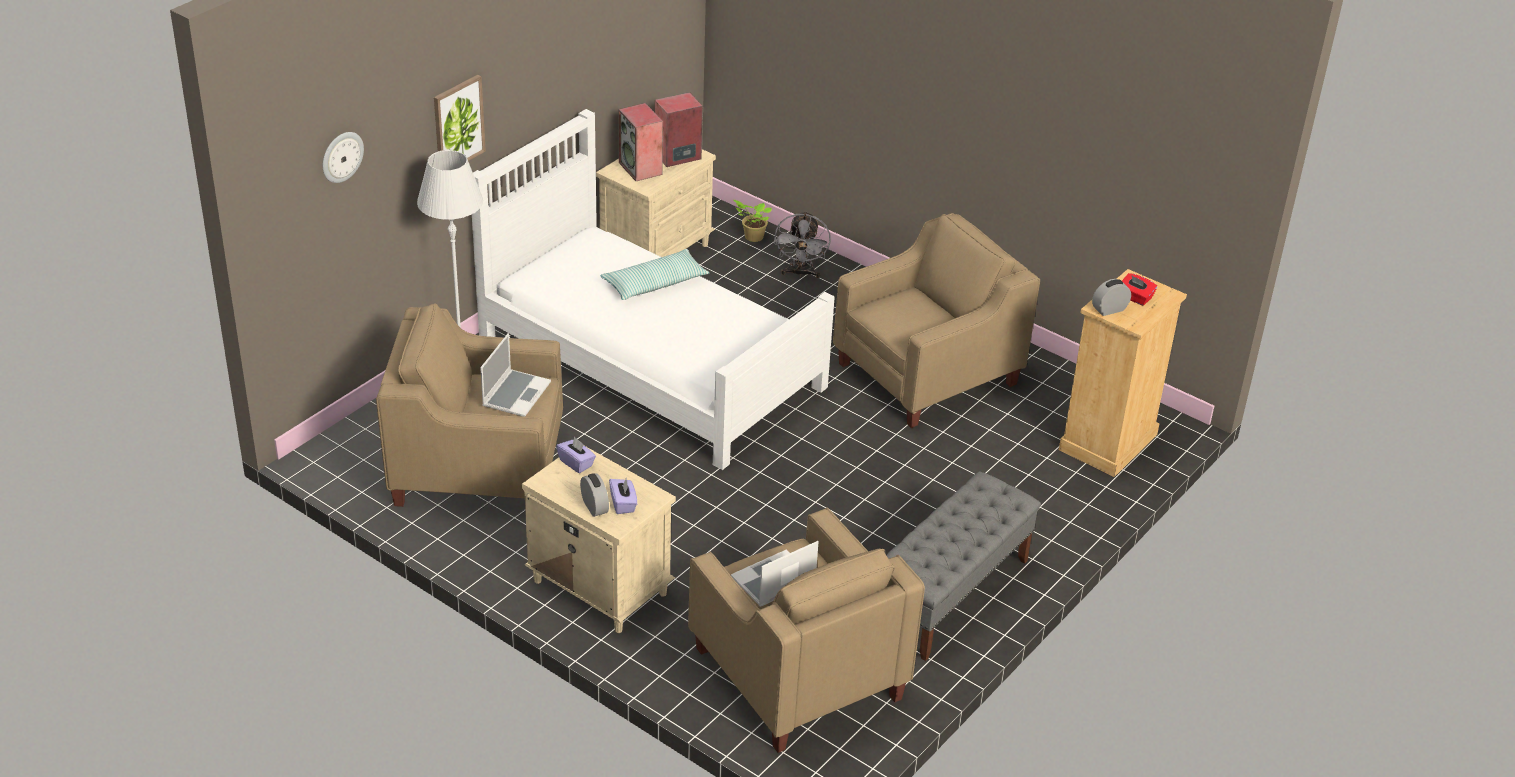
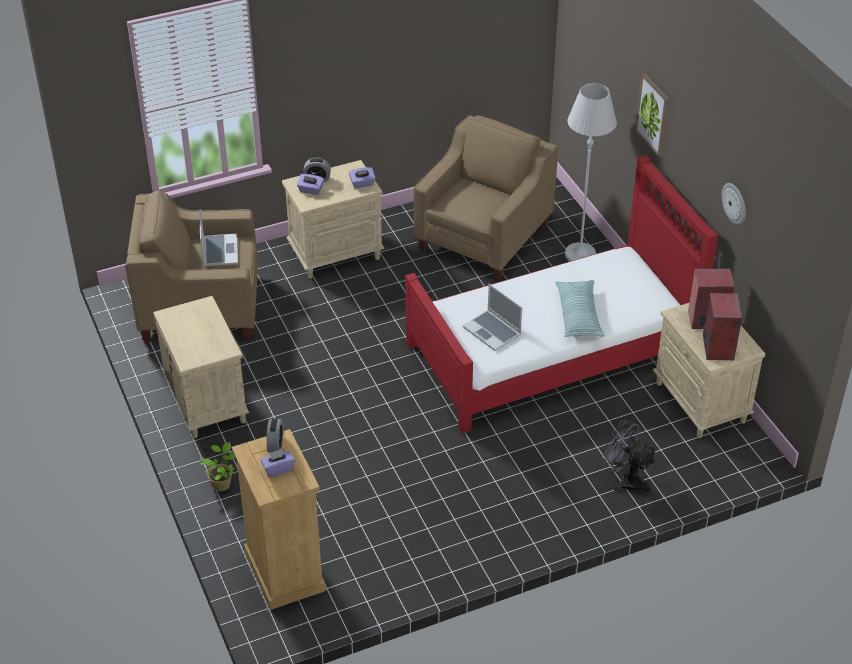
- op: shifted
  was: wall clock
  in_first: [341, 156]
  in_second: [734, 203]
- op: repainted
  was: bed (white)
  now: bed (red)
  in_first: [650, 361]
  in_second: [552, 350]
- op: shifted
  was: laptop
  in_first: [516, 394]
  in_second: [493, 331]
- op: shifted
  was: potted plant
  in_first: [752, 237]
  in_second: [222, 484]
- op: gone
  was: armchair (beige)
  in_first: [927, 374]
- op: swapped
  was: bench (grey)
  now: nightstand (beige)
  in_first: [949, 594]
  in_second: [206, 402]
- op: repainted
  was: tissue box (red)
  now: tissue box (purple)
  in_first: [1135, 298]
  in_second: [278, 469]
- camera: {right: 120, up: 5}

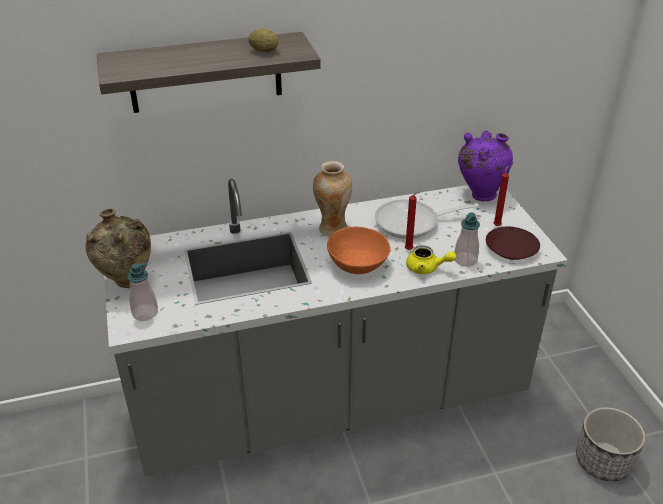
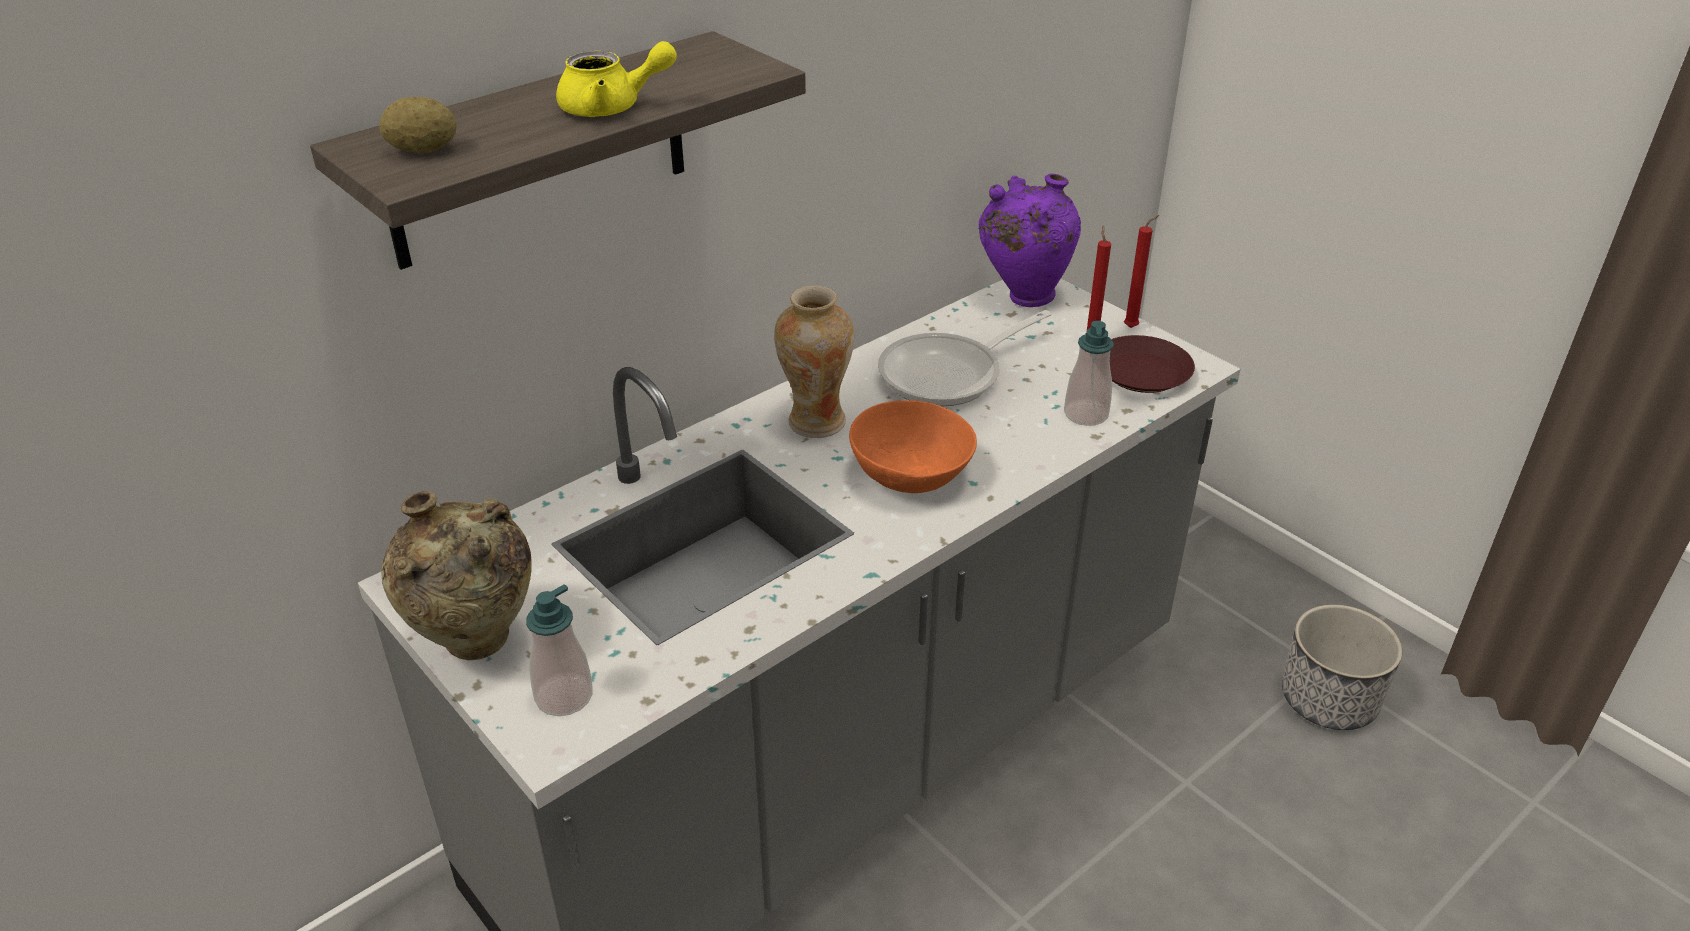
- op: shifted
  was: potato
  in_first: [264, 51]
  in_second: [423, 150]
- op: shifted
  was: candle (red)
  in_first: [410, 250]
  in_second: [1133, 327]
- op: shifted
  was: teapot (yellow)
  in_first: [426, 268]
  in_second: [612, 107]
- camera: {right: -25, up: 0}

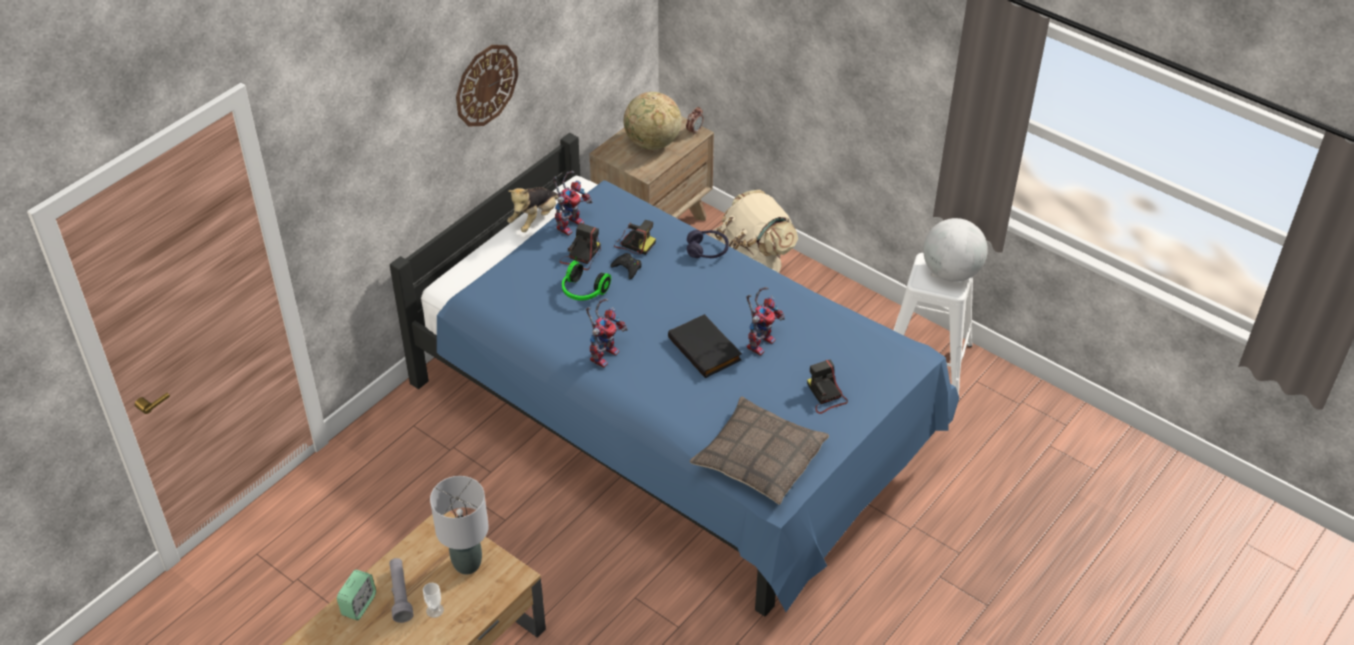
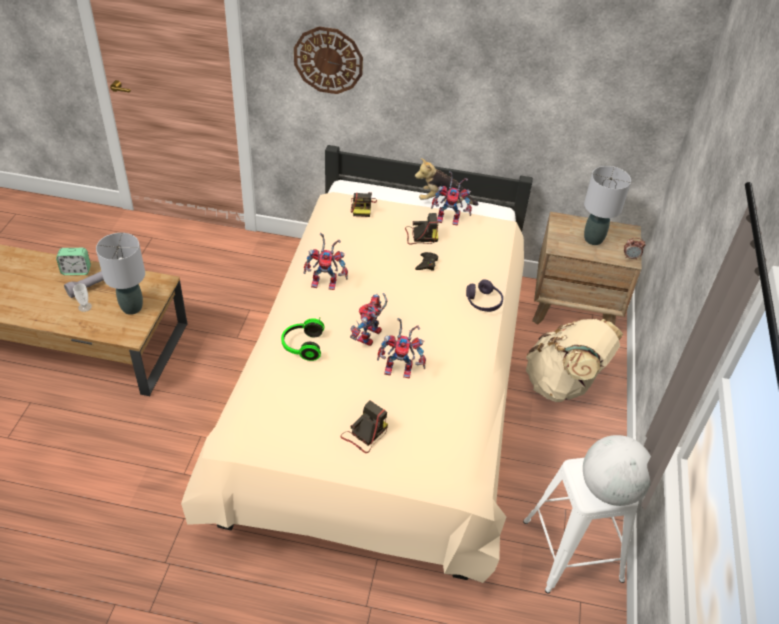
- op: repainted
  was: bed (blue)
  now: bed (beige)
  in_first: [675, 424]
  in_second: [382, 397]
- op: shifted
  was: wall clock
  in_first: [486, 85]
  in_second: [328, 60]
- op: shifted
  was: headphones
  in_first: [583, 292]
  in_second: [302, 346]
- op: shifted
  was: photo camera
  in_first: [634, 243]
  in_second: [362, 207]
- op: swapped
  was: globe
  now: table lamp (grey)
  in_first: [652, 143]
  in_second: [593, 239]
- op: swapped
  was: book (black)
  now: toy robot
  in_first: [706, 349]
  in_second: [369, 338]
- op: gone
  was: pillow
  in_first: [759, 459]
- camera: {right: 60, up: 0}

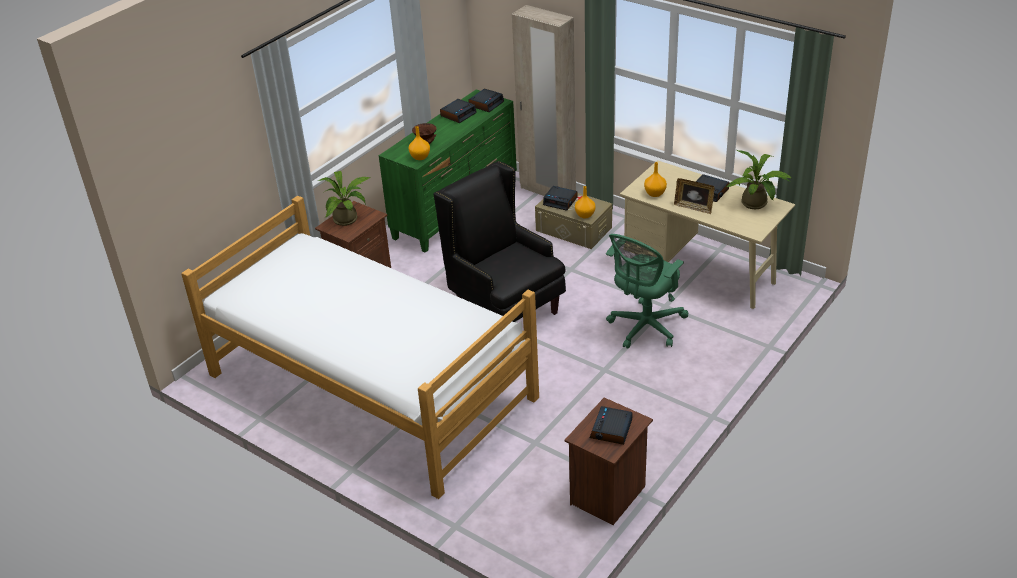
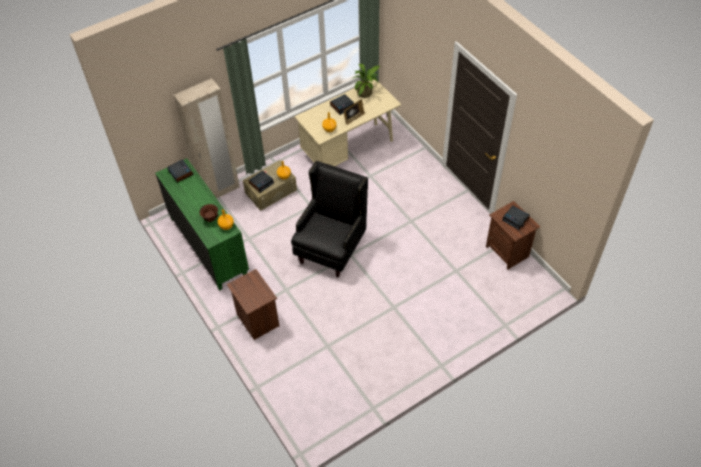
- op: gone
  was: bed
  in_first: [371, 385]
- op: gone
  was: potted plant
  in_first: [348, 219]
- op: rotated
  was: armchair (black)
  in_first: [505, 308]
  in_second: [331, 249]
  clockwise: 135
- op: gone
  was: alarm clock
  in_first: [458, 114]
- op: gone
  was: office chair (green)
  in_first: [644, 328]
- camera: {right: -70, up: 15}

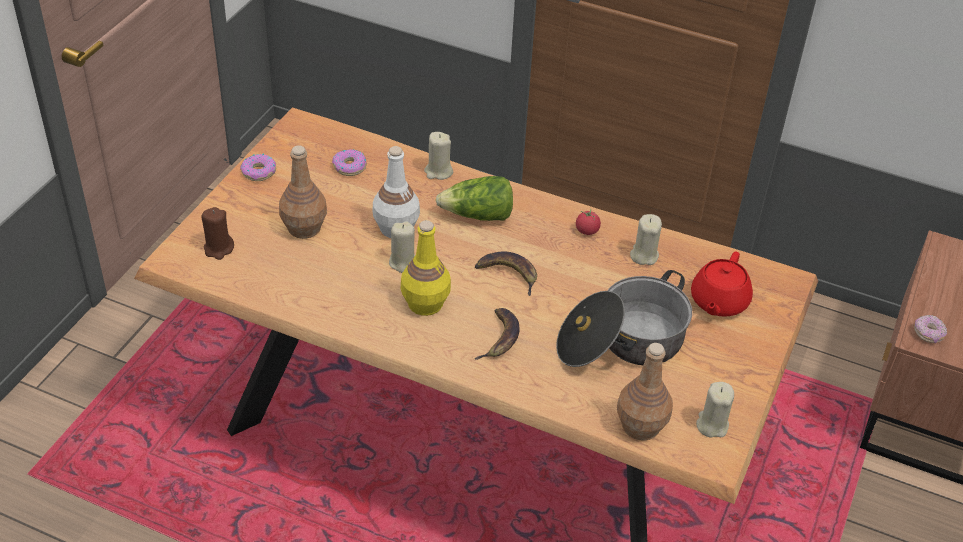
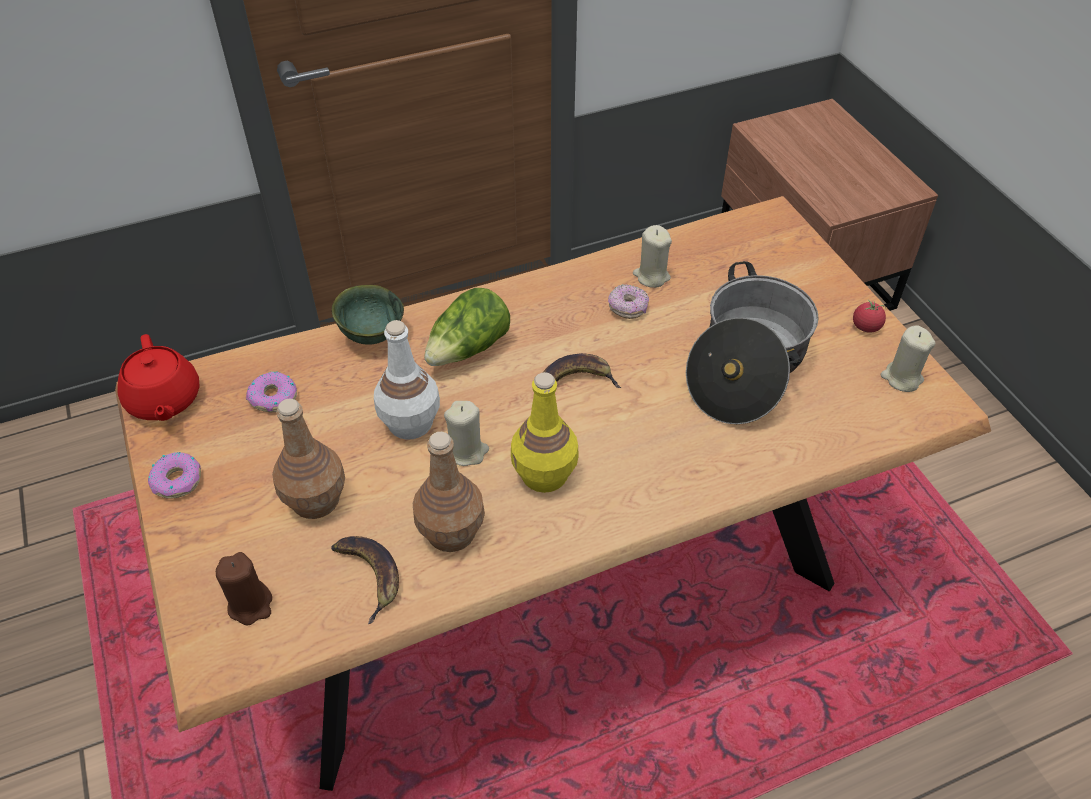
- op: swapped
  was: candle (beige)
  now: bowl (green)
  in_first: [438, 172]
  in_second: [371, 335]
- op: shifted
  was: banana
  in_first: [500, 338]
  in_second: [369, 575]
- op: shifted
  was: tomato
  in_first: [587, 231]
  in_second: [866, 326]
- op: shifted
  was: bottle (brown)
  in_first: [641, 425]
  in_second: [451, 531]
- op: shifted
  was: teapot (red)
  in_first: [718, 302]
  in_second: [164, 400]
- op: shifted
  was: donut
  in_first: [928, 334]
  in_second: [627, 308]
- camera: {right: -45, up: 5}

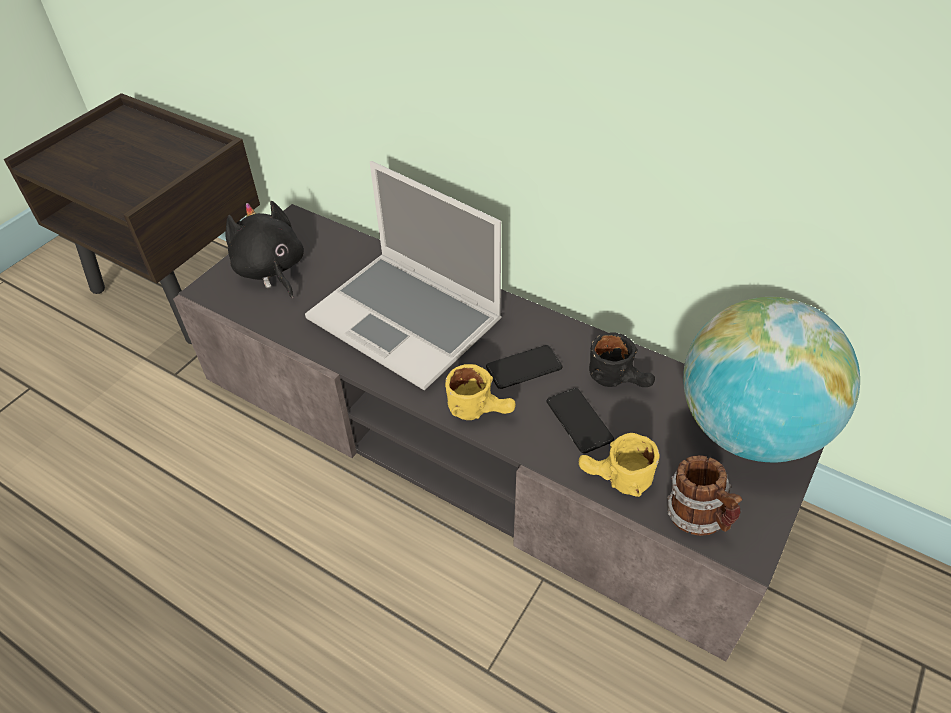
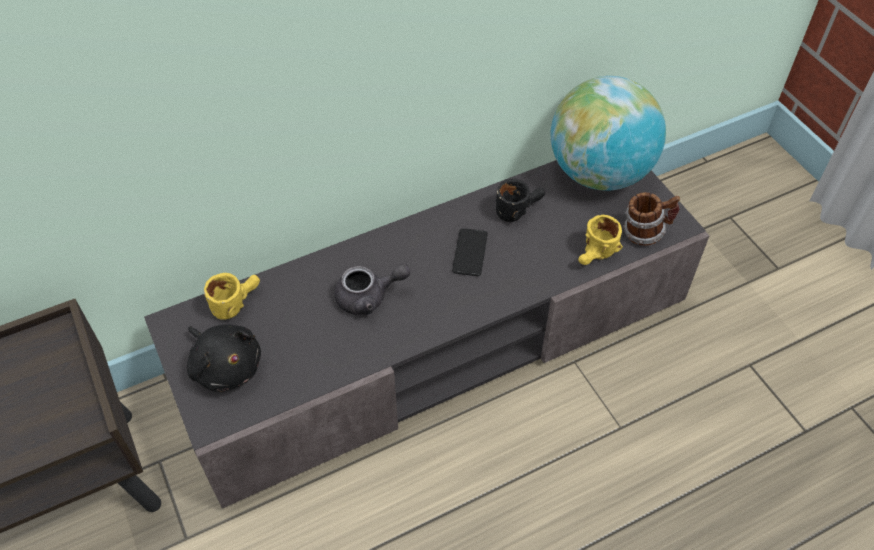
- op: rotated
  was: plush toy (black)
  in_first: [270, 270]
  in_second: [226, 366]
  clockwise: -135
- op: swapped
  was: laptop
  now: teapot (grey)
  in_first: [408, 320]
  in_second: [369, 297]
- op: shifted
  was: mug (yellow)
  in_first: [481, 410]
  in_second: [236, 302]
- op: gone
  was: phone
  in_first: [579, 421]
- camera: {right: -60, up: 5}

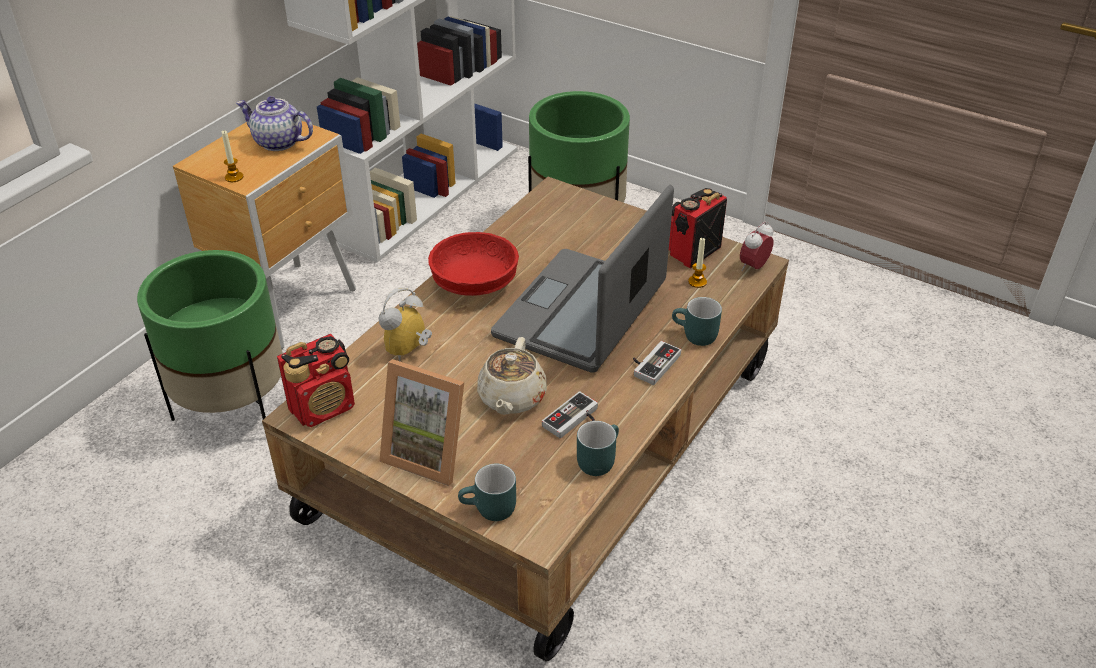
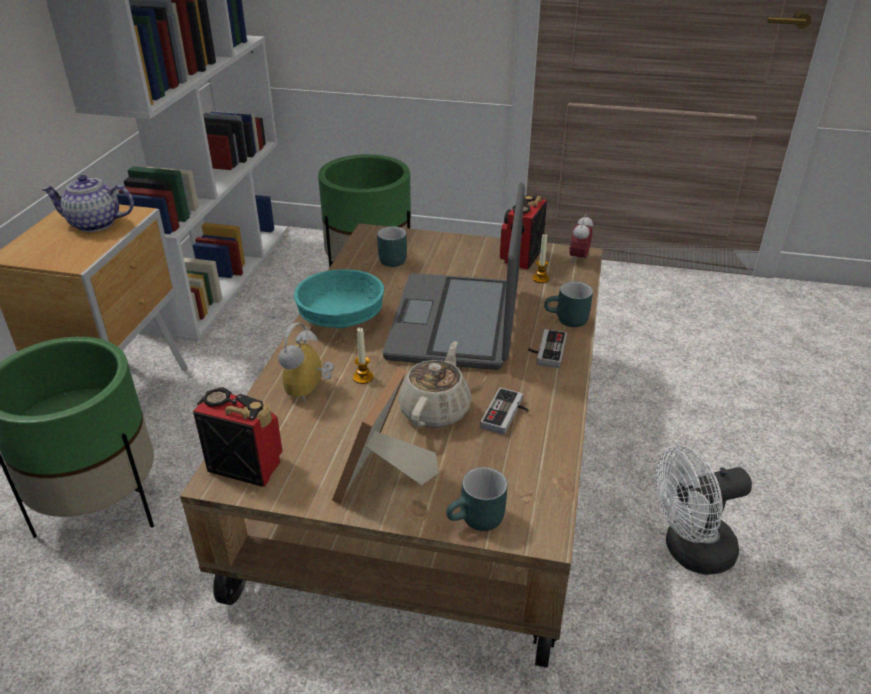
- op: shifted
  was: candle
  in_first: [234, 177]
  in_second: [363, 377]
- op: rotated
  was: radio
  in_first: [324, 407]
  in_second: [245, 465]
  clockwise: -105
- op: rotated
  was: picture frame
  in_first: [429, 452]
  in_second: [383, 481]
  clockwise: 105
- op: repainted
  was: bowl (red)
  now: bowl (turquoise)
  in_first: [476, 284]
  in_second: [343, 319]
- op: rotated
  was: teapot (beige)
  in_first: [511, 398]
  in_second: [435, 410]
  clockwise: -150
- op: shifted
  was: mug (turquoise)
  in_first: [597, 459]
  in_second: [392, 258]
- op: new
  now: fan (white)
  in_second: [689, 551]
- camera: {right: -20, up: -5}

